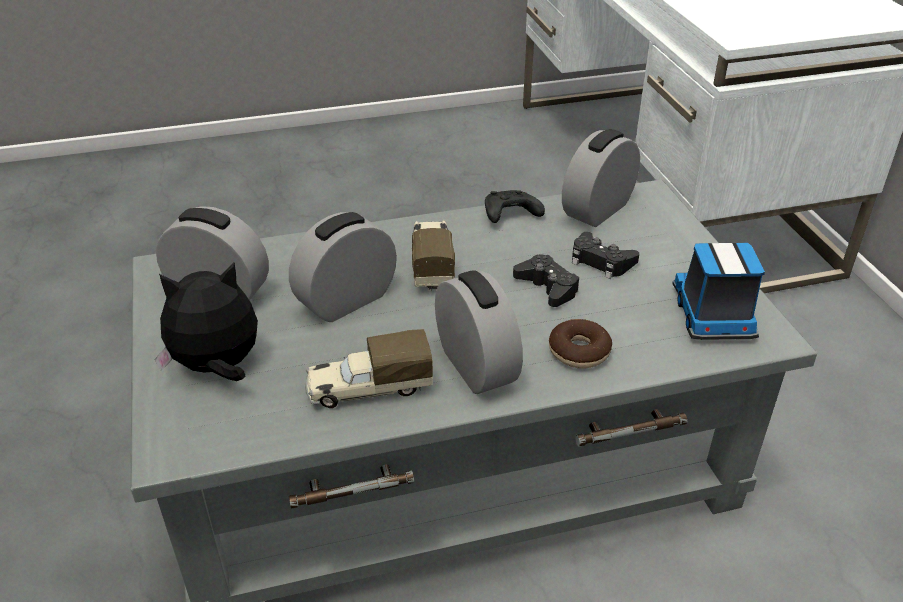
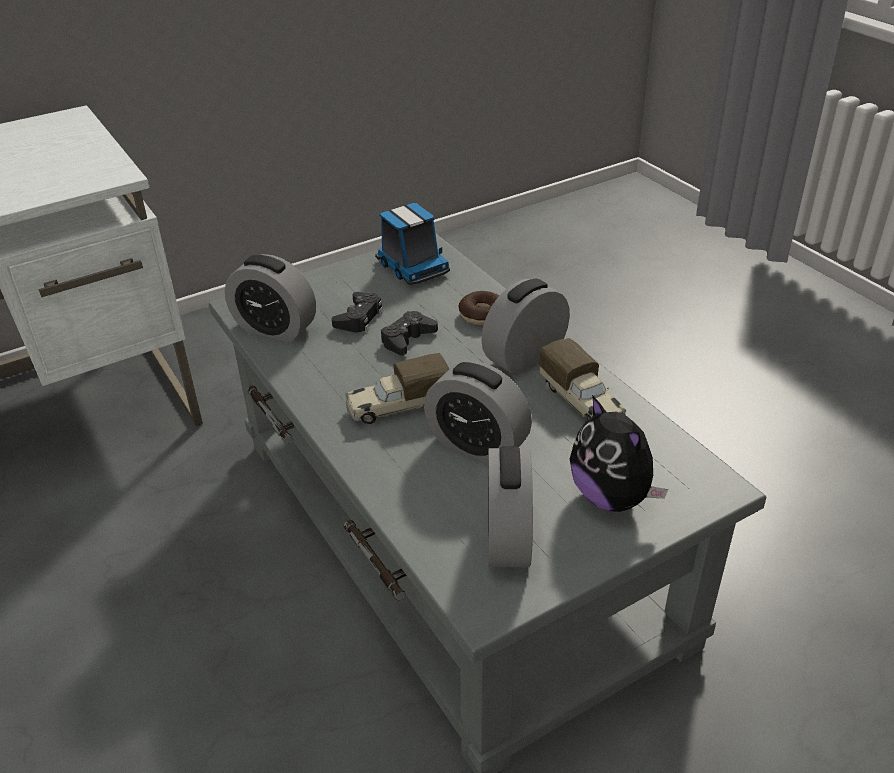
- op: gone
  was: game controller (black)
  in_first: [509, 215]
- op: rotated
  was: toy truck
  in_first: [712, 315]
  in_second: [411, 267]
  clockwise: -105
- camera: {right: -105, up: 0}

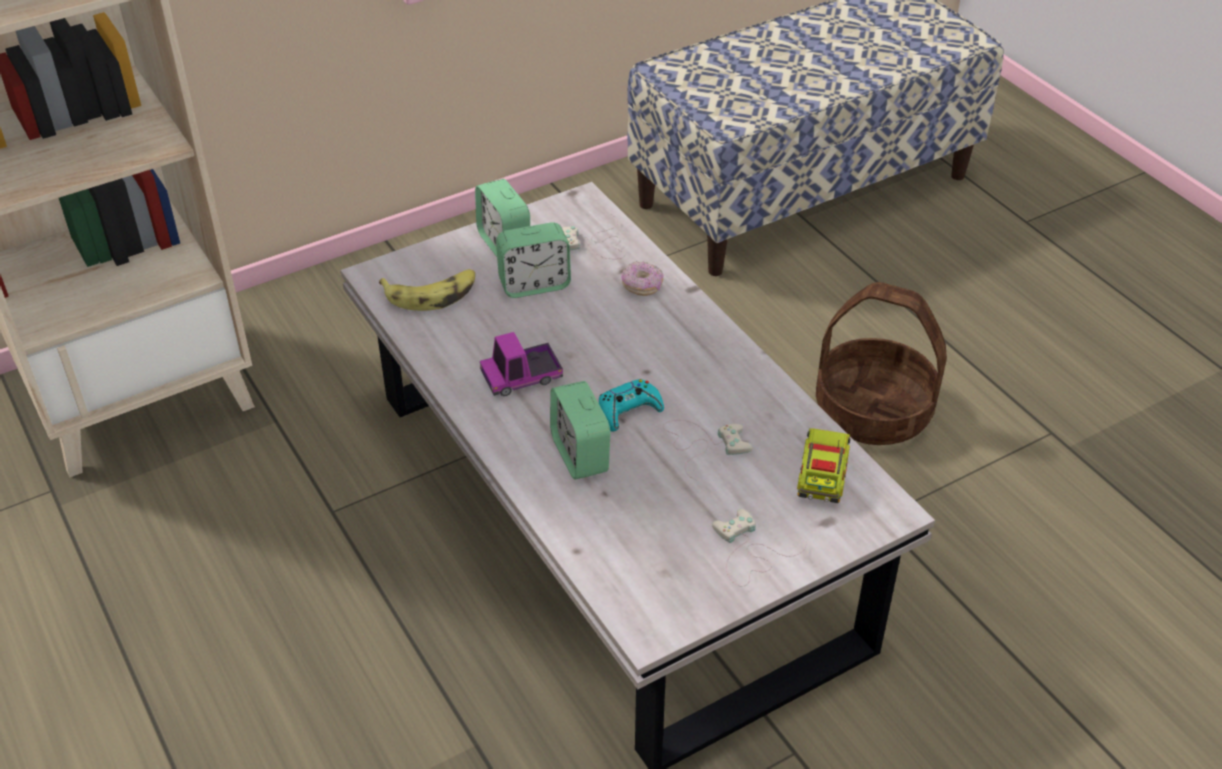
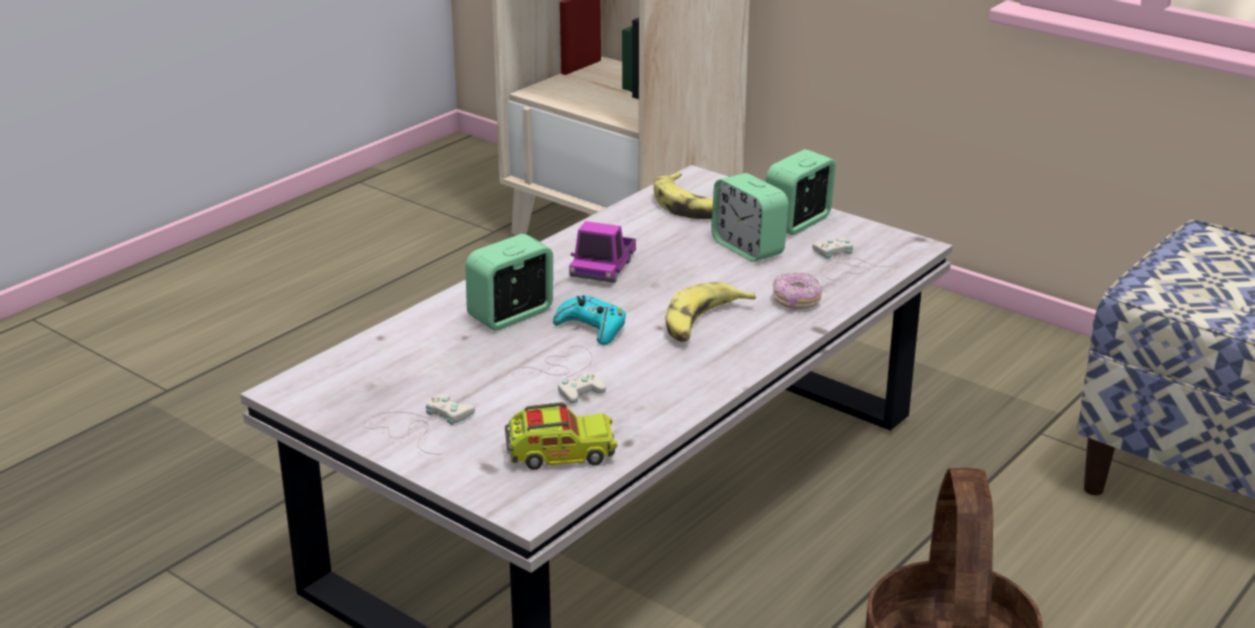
- op: rotated
  was: toy truck
  in_first: [521, 377]
  in_second: [603, 268]
  clockwise: -120
- op: new
  now: banana
  in_second: [703, 323]
- camera: {right: 70, up: -15}

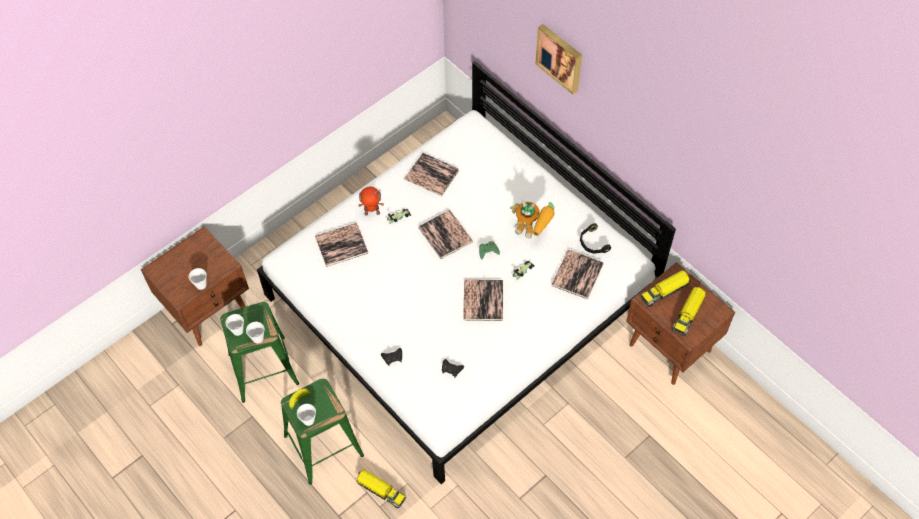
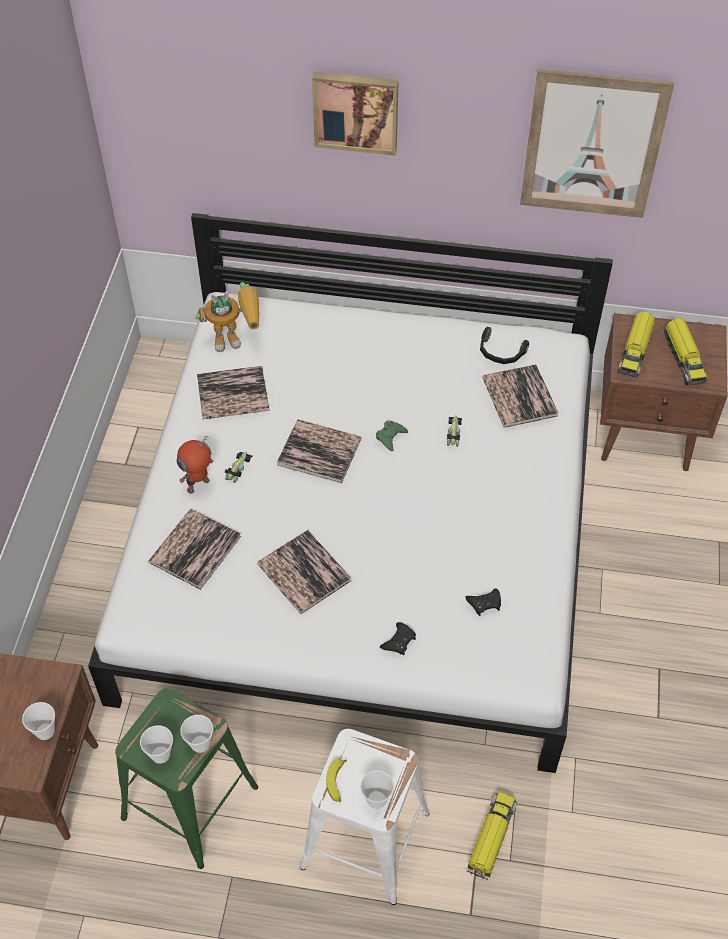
- op: repainted
  was: stool (green)
  now: stool (white)
  in_first: [323, 444]
  in_second: [364, 839]
- op: rotated
  was: toy truck
  in_first: [380, 490]
  in_second: [491, 838]
  clockwise: -60
- op: shifted
  was: book
  in_first: [483, 300]
  in_second: [304, 572]
- op: shifted
  was: toy robot
  in_first: [532, 231]
  in_second: [236, 338]
- op: new
  now: picture
  in_second: [592, 145]
- camera: {right: -40, up: -5}

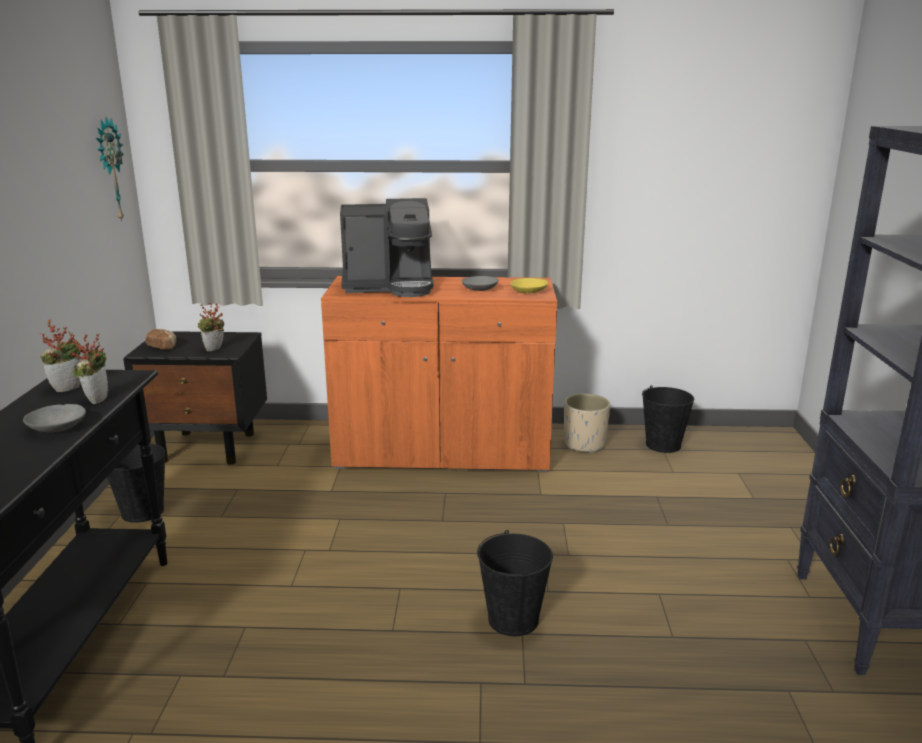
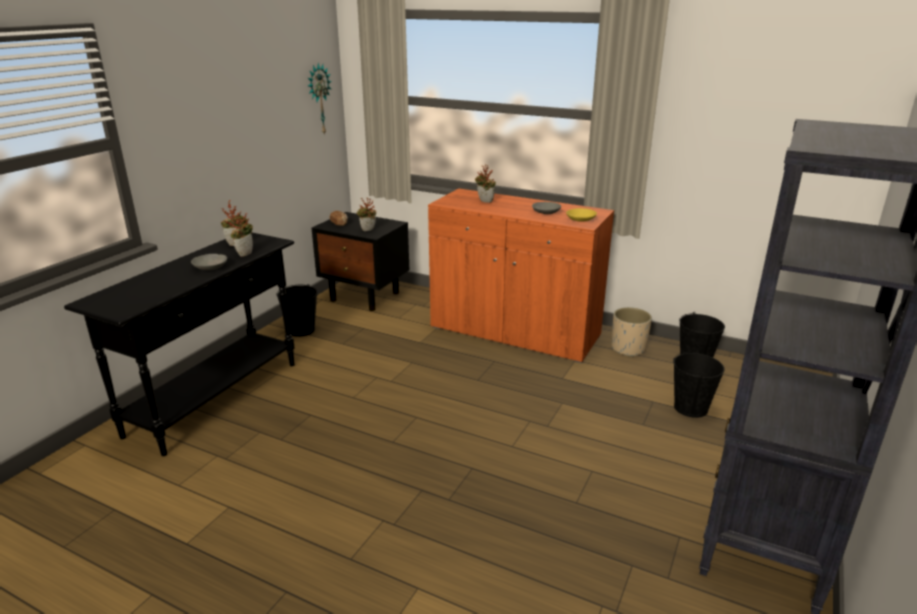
- op: swapped
  was: coffee machine
  now: potted plant
  in_first: [390, 286]
  in_second: [484, 202]
- op: shifted
  was: bucket (black)
  in_first: [513, 619]
  in_second: [691, 408]
- camera: {right: 25, up: 5}

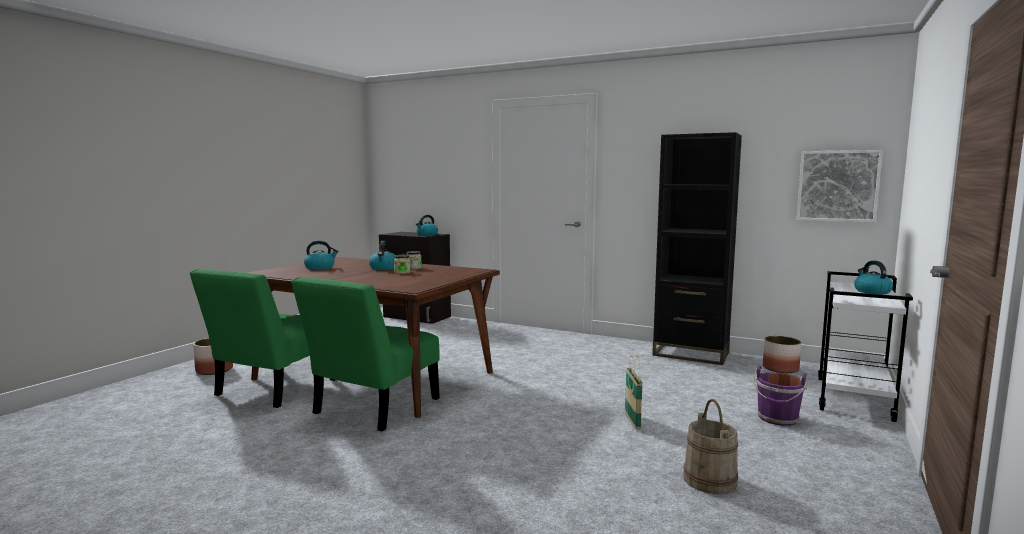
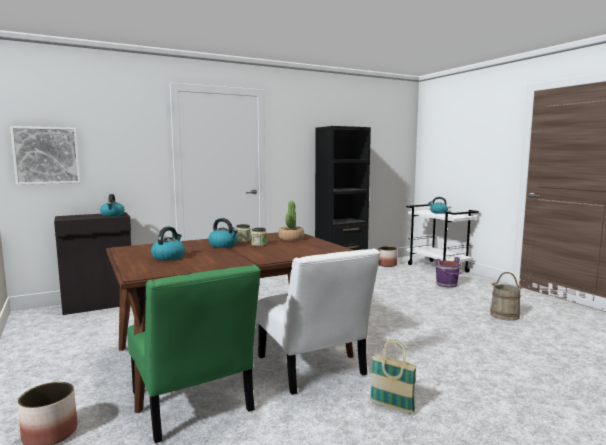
- op: repainted
  was: chair (green)
  now: chair (white)
  in_first: [372, 409]
  in_second: [313, 369]
- op: shifted
  was: basket
  in_first: [632, 421]
  in_second: [392, 407]
- op: shifted
  was: picture
  in_first: [837, 186]
  in_second: [46, 155]
- op: new
  now: potted plant
  in_second: [291, 239]
- camera: {right: -55, up: 0}

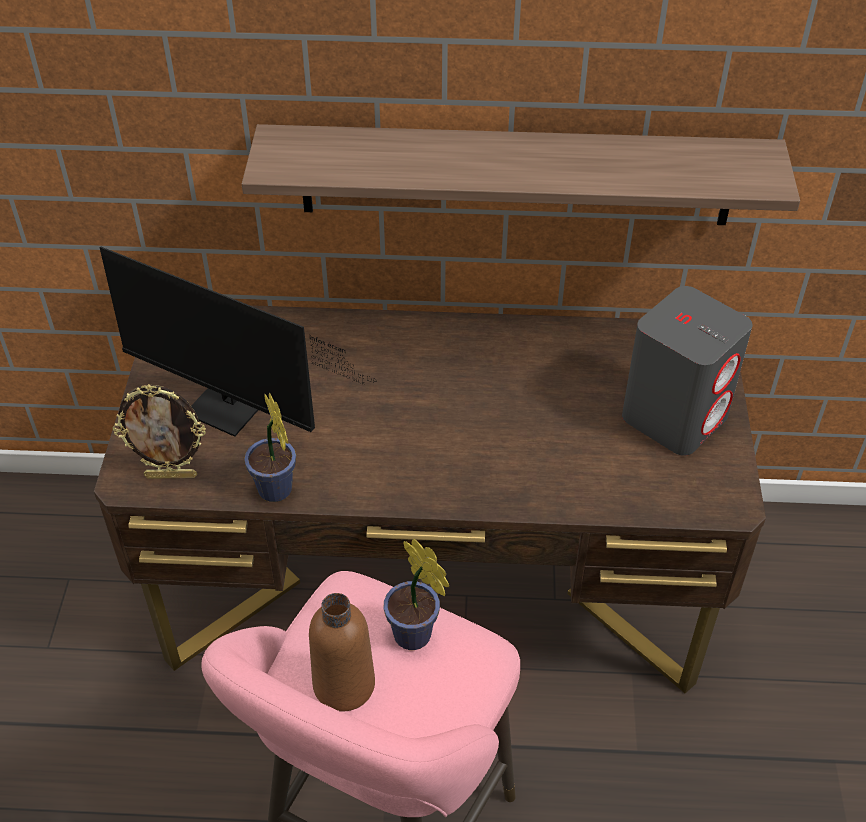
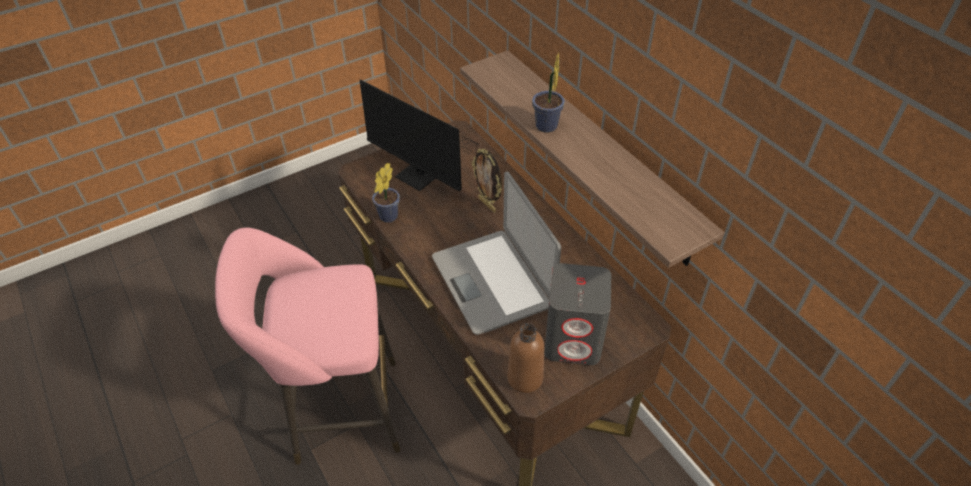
- op: rotated
  was: monitor
  in_first: [235, 412]
  in_second: [422, 178]
  clockwise: -45
- op: shifted
  was: picture frame
  in_first: [172, 475]
  in_second: [488, 205]
- op: shifted
  was: bottle (brown)
  in_first: [344, 685]
  in_second: [525, 378]
- op: shifted
  was: potted plant
  in_first: [416, 638]
  in_second: [546, 128]
- op: new
  now: laptop
  in_second: [493, 281]
- camera: {right: 55, up: 0}

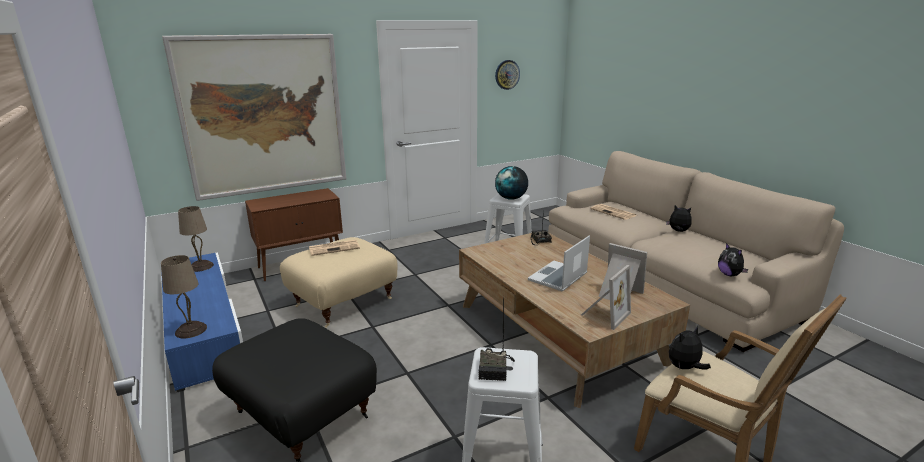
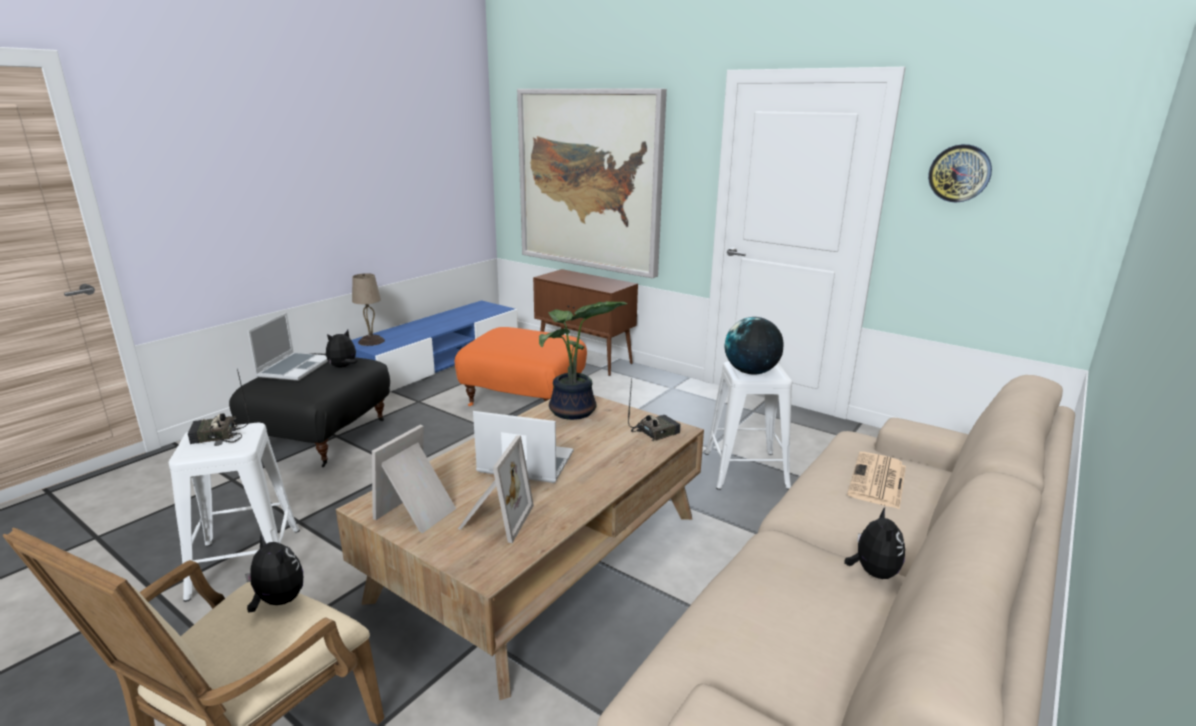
- op: gone
  was: table lamp (beige)
  in_first: [200, 266]
- op: repainted
  was: ottoman (beige)
  now: ottoman (orange)
  in_first: [343, 302]
  in_second: [524, 399]
- op: gone
  was: newspaper
  in_first: [335, 248]
- op: rotated
  was: picture frame
  in_first: [603, 314]
  in_second: [418, 512]
  clockwise: 105
- op: shifted
  was: plush toy
  in_first: [729, 275]
  in_second: [343, 367]
- op: new
  now: laptop
  in_second: [294, 368]
- op: new
  now: potted plant
  in_second: [573, 412]
- camera: {right: 65, up: 0}

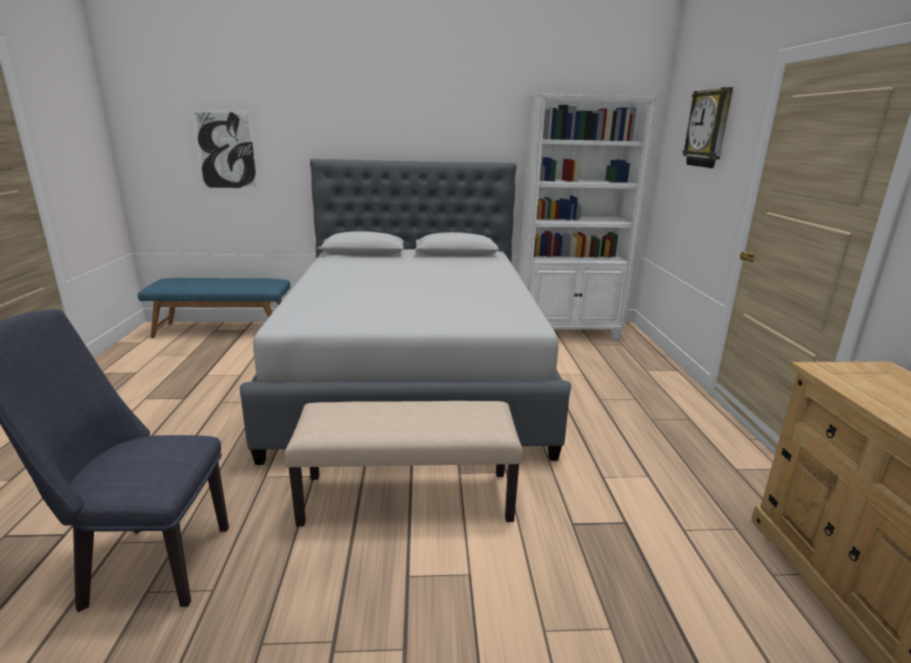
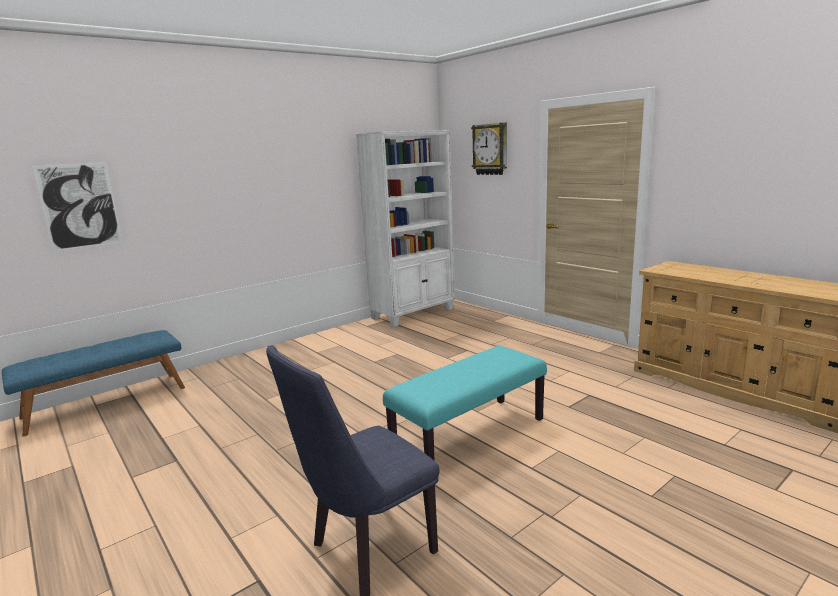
- op: gone
  was: bed (grey)
  in_first: [413, 374]
- op: repainted
  was: bench (beige)
  now: bench (turquoise)
  in_first: [408, 497]
  in_second: [469, 436]
- camera: {right: -35, up: -5}

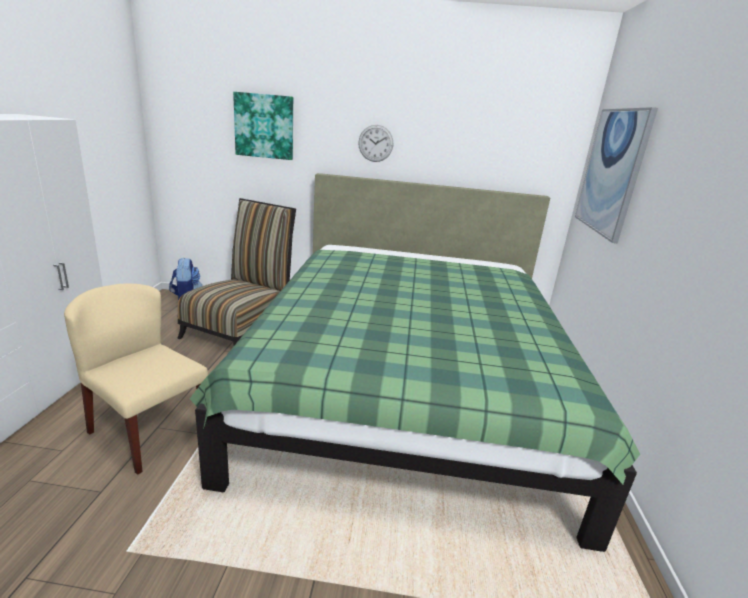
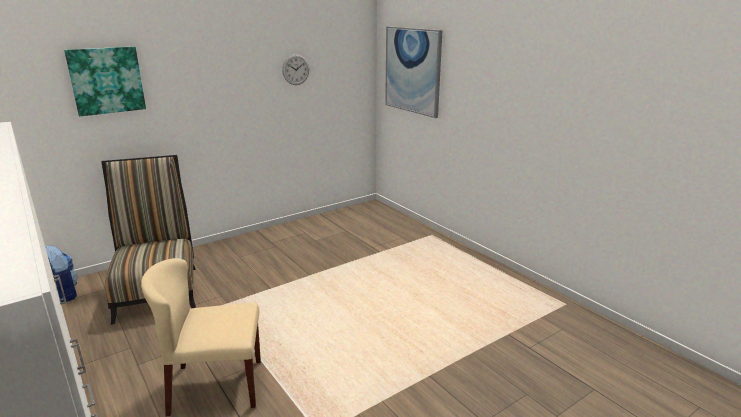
- op: gone
  was: bed (green)
  in_first: [406, 389]
- op: shifted
  was: wall clock
  in_first: [375, 143]
  in_second: [295, 69]
- camera: {right: -40, up: 0}

